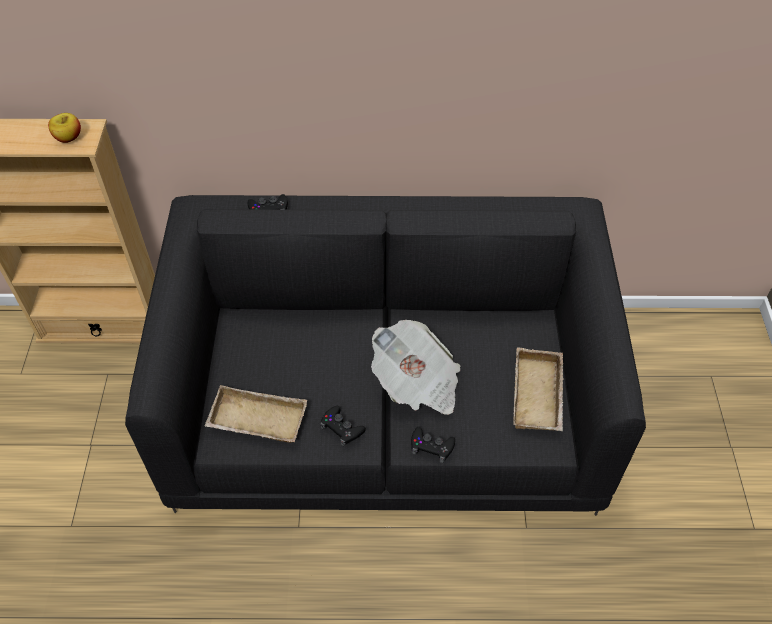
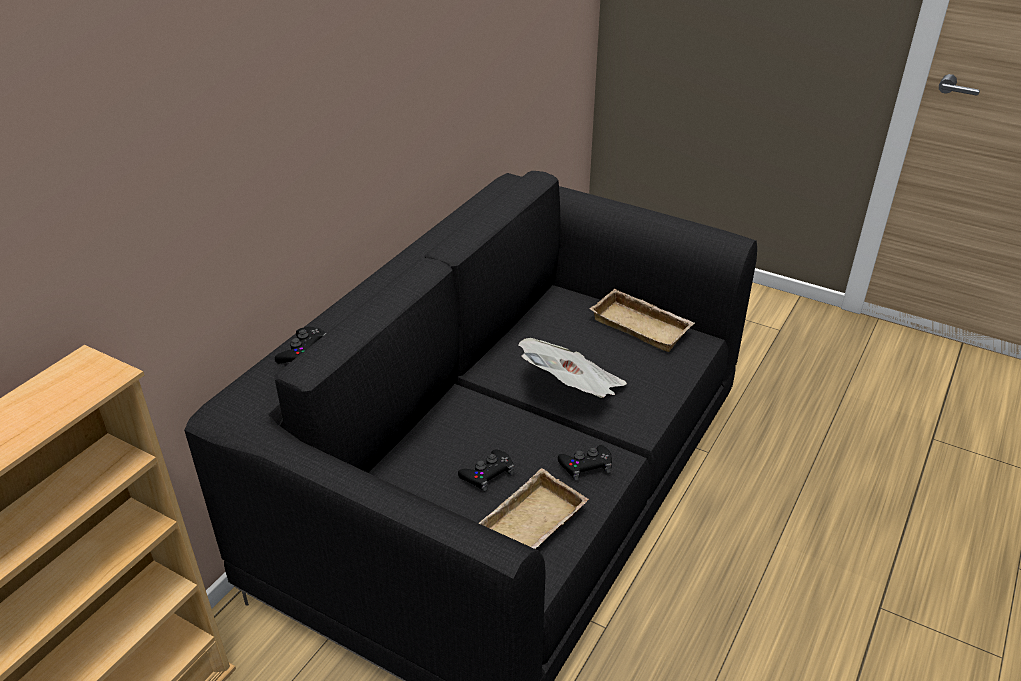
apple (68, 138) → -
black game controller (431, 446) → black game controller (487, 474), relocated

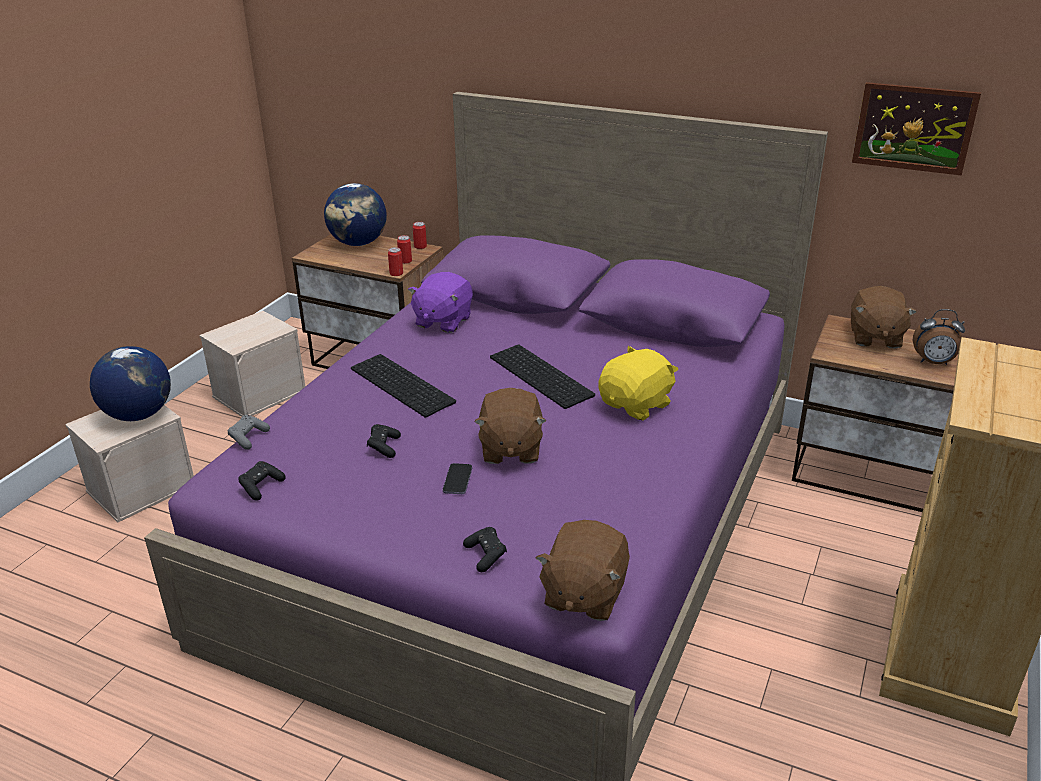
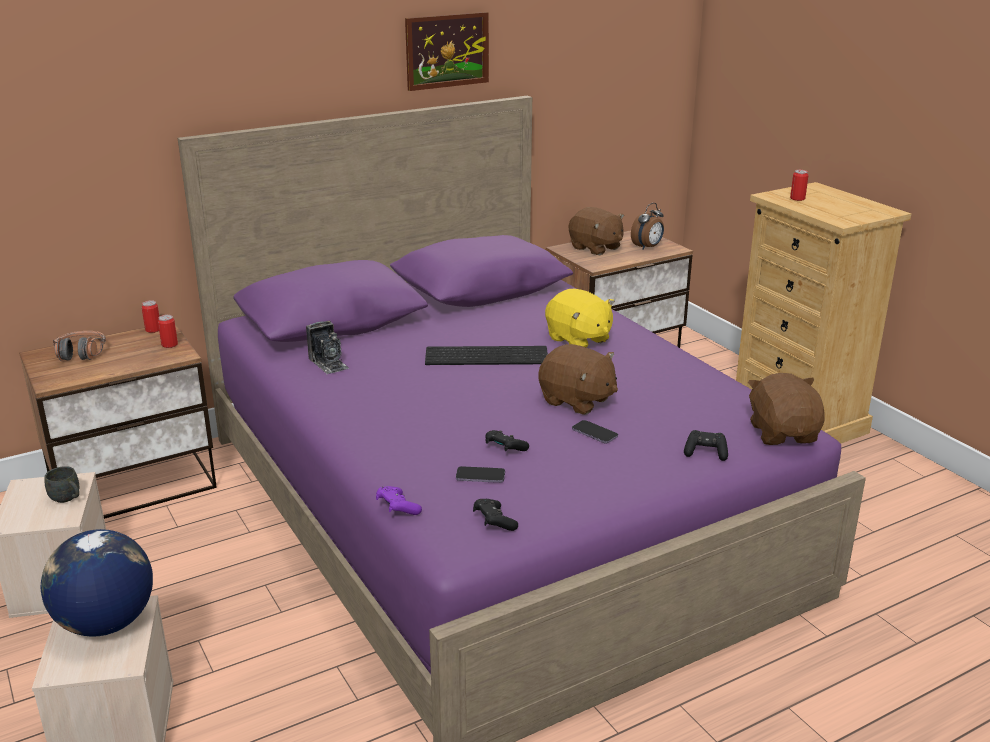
picture (914, 128) → picture (447, 50), relocated
globe (358, 243) → headphones (80, 353)
can (396, 273) → can (797, 198), relocated
purple plush toy (442, 321) → photo camera (328, 363)
yellow plush toy (636, 405) → yellow plush toy (578, 339), 150 degrees clockwise
keyboard (404, 385) → -
grey game controller (248, 438) → purple game controller (397, 509)
brown plush toy (583, 594) → brown plush toy (783, 433), 150 degrees counterclockwise
- → grey mug (67, 499)
- → phone (480, 476)

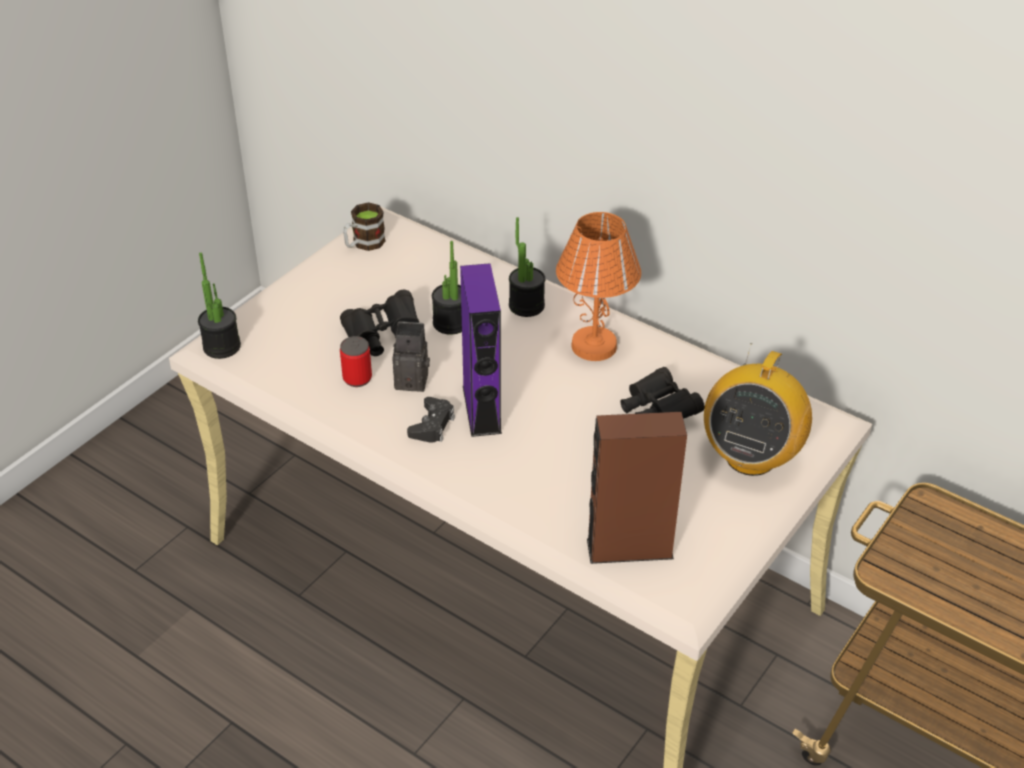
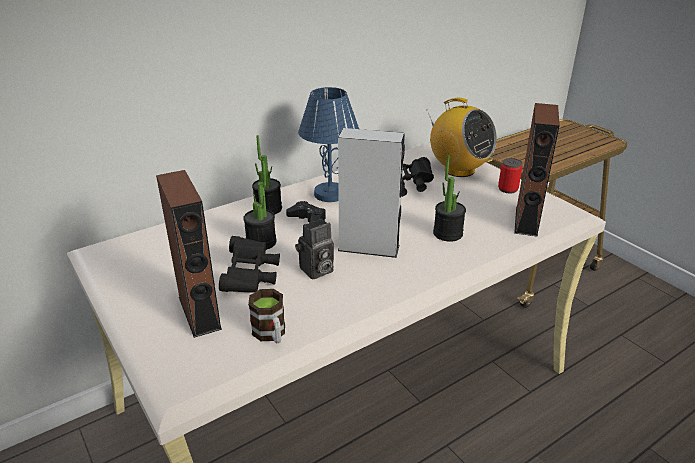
mug (363, 244) → mug (271, 334), relocated
orange table lamp (595, 346) → blue table lamp (330, 194)
potted plant (222, 347) → potted plant (447, 233), relocated
purple speaker (481, 409) → grey speaker (368, 247)
photo camera (414, 379) → photo camera (316, 271), 150 degrees counterclockwise
can (357, 378) → can (508, 189), relocated
black game controller (432, 425) → black game controller (307, 219), relocated
- → brown speaker (199, 312)

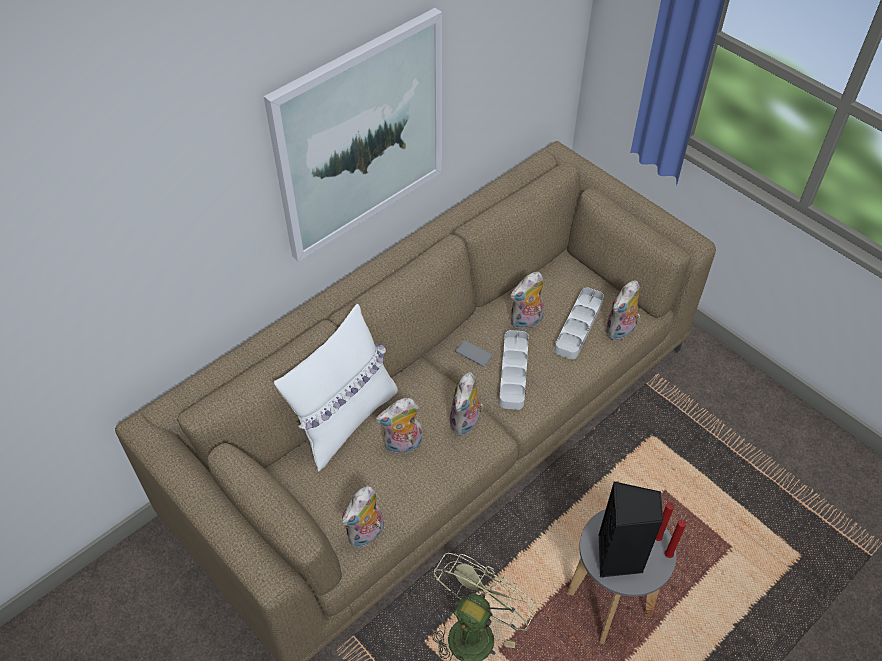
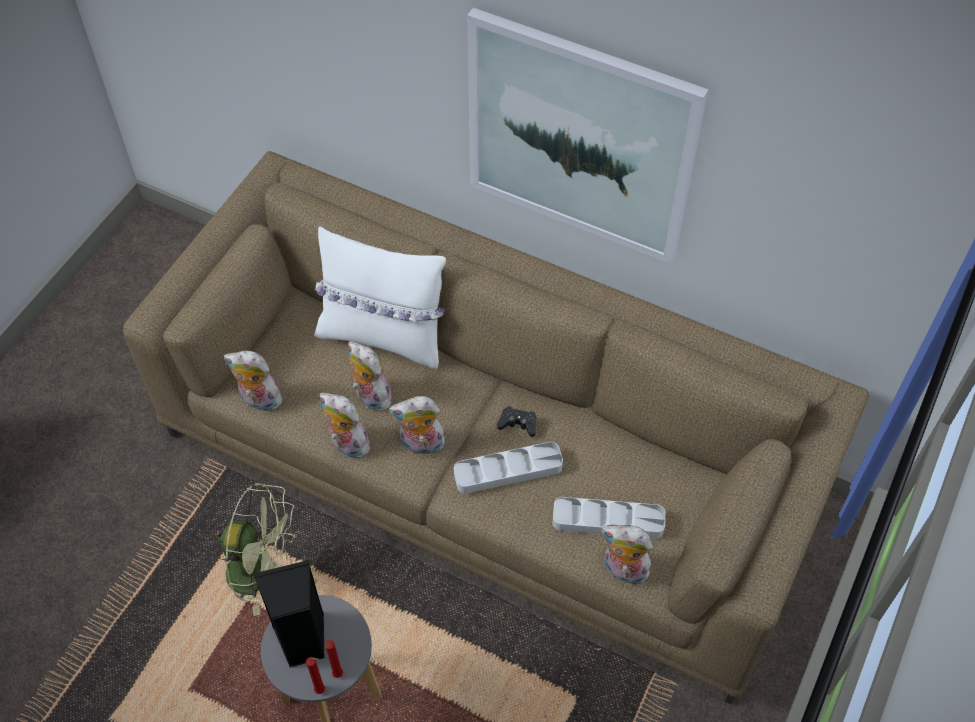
plush toy (526, 322) → plush toy (346, 444), relocated
phone (473, 354) → black game controller (518, 424)

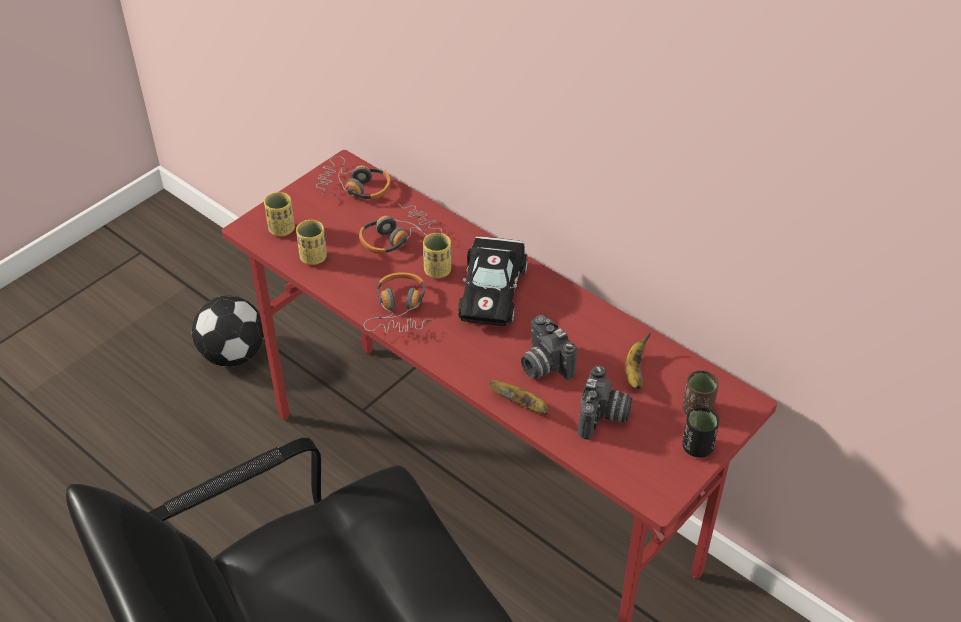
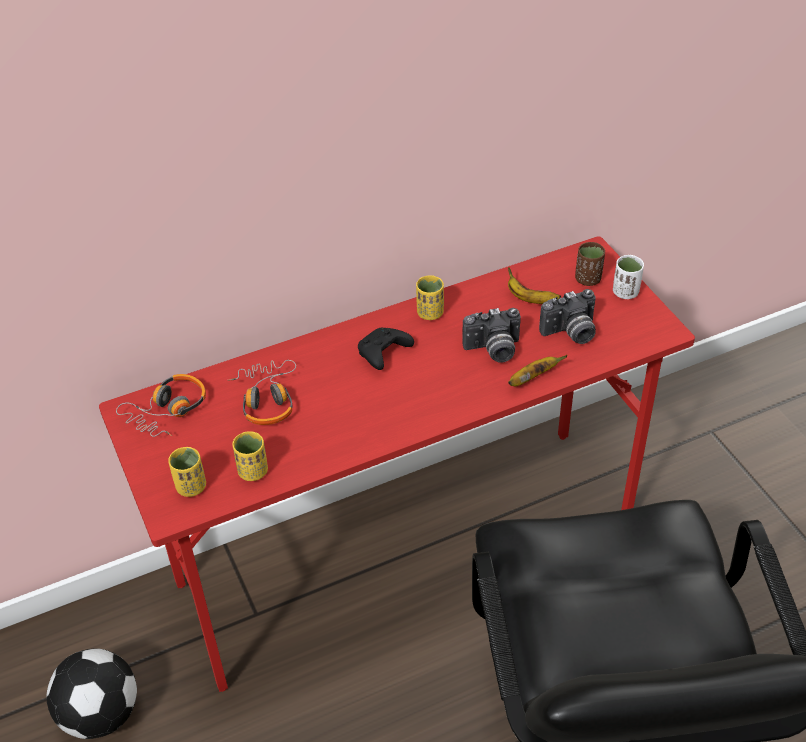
yellow cup (437, 271) → yellow cup (430, 313), relocated
black toy car (492, 290) → black game controller (383, 354)
headphones (400, 310) → -
photo camera (604, 417) → photo camera (571, 333), 120 degrees clockwise
black cup (697, 447) → white cup (625, 292)

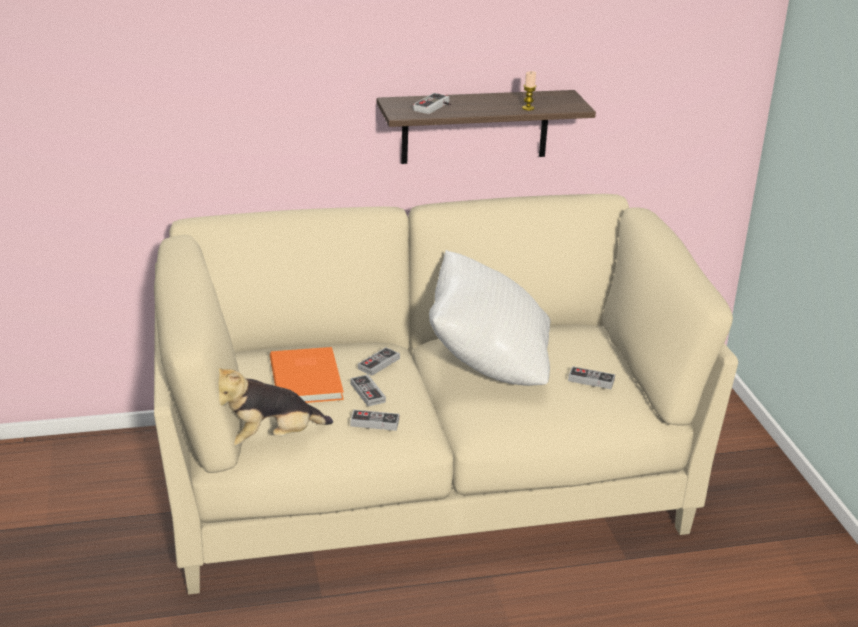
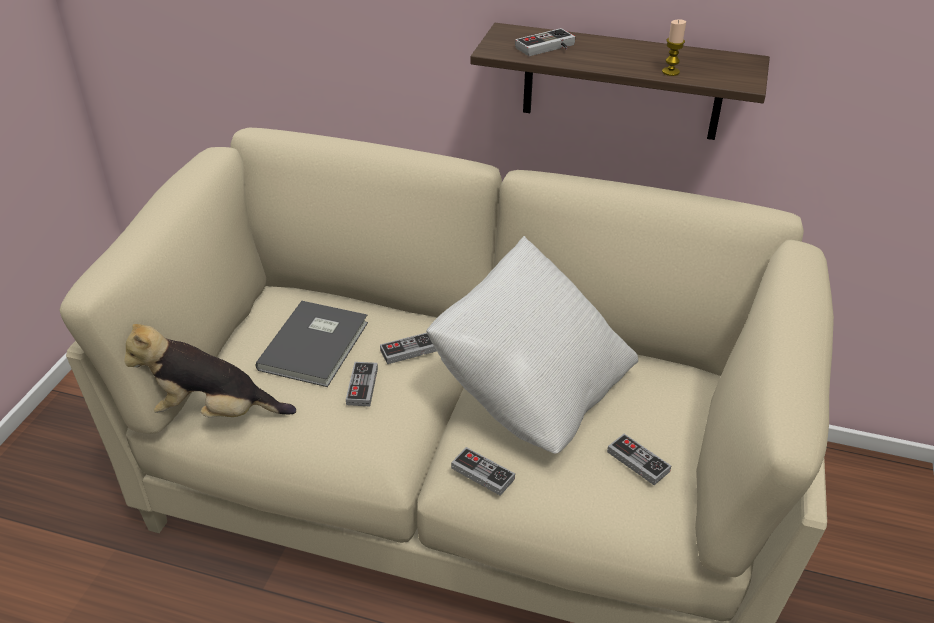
orange book (308, 378) → grey book (317, 345)
game controller (374, 422) → game controller (482, 473), relocated

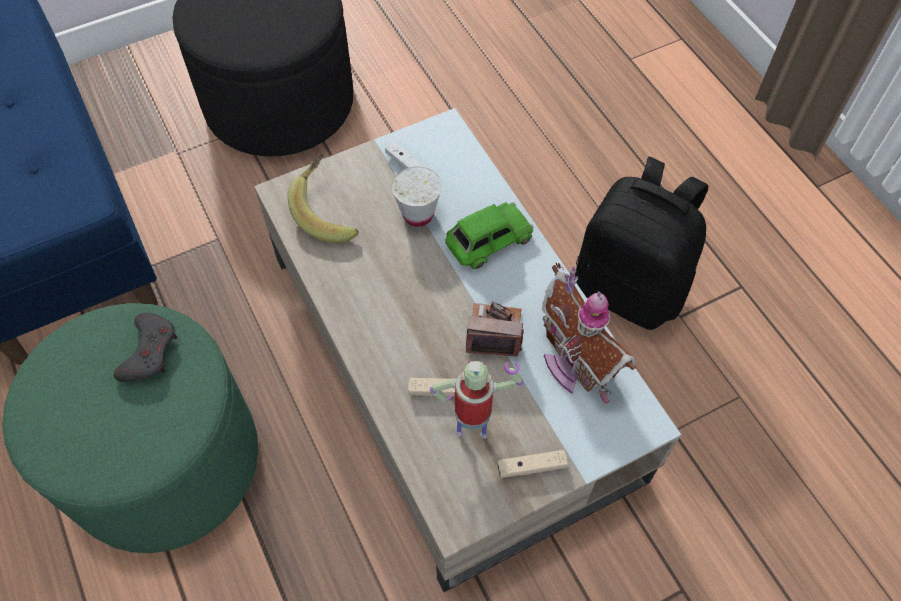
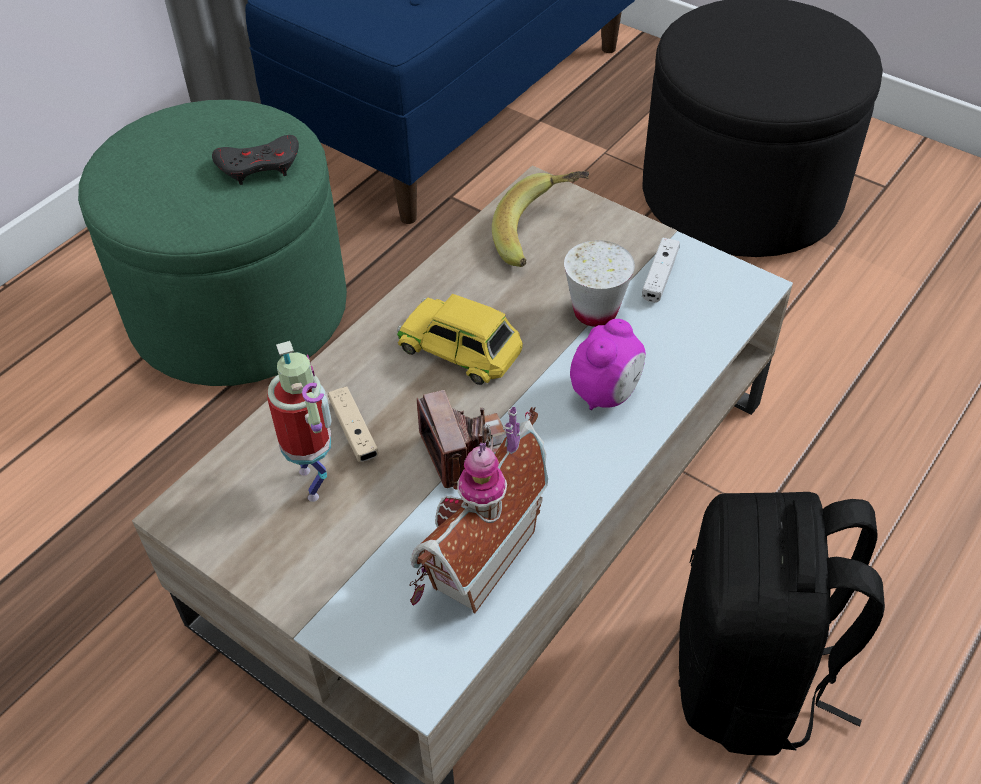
green toy car (488, 240) → alarm clock (606, 393)
beige game controller (531, 467) → -
- → yellow toy car (461, 347)

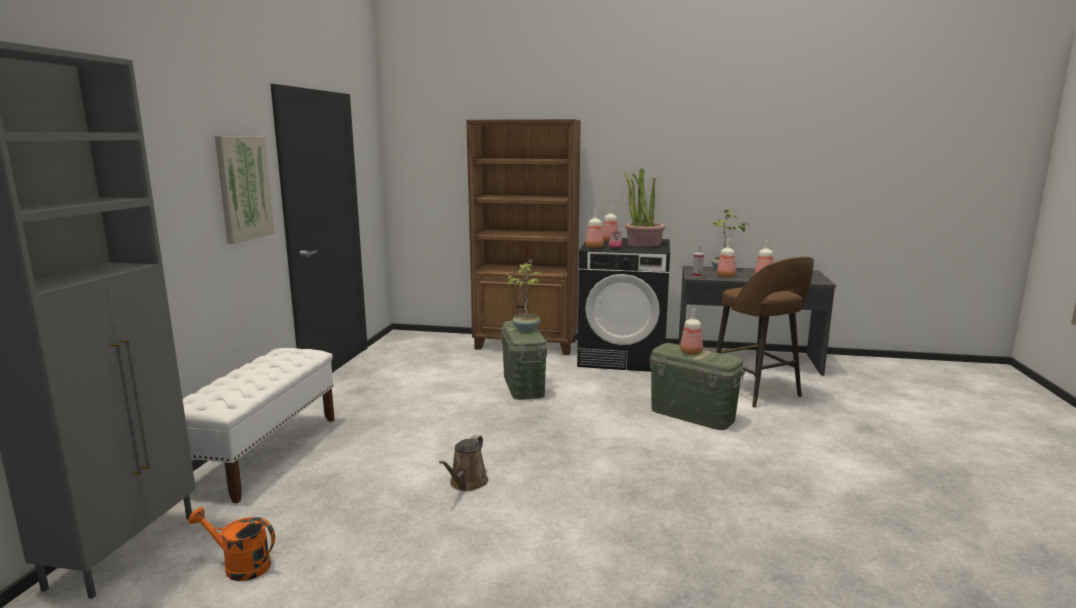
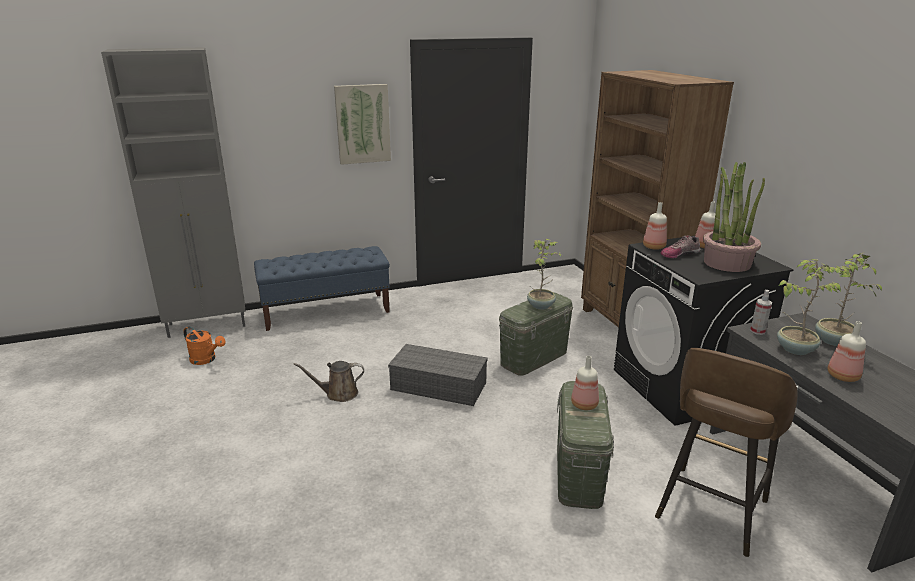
bottle (726, 276) → potted plant (794, 349)
white bench (263, 453) → blue bench (326, 311)
orange watering can (240, 566) → orange watering can (206, 360), 135 degrees clockwise
- → grey storage box (440, 386)

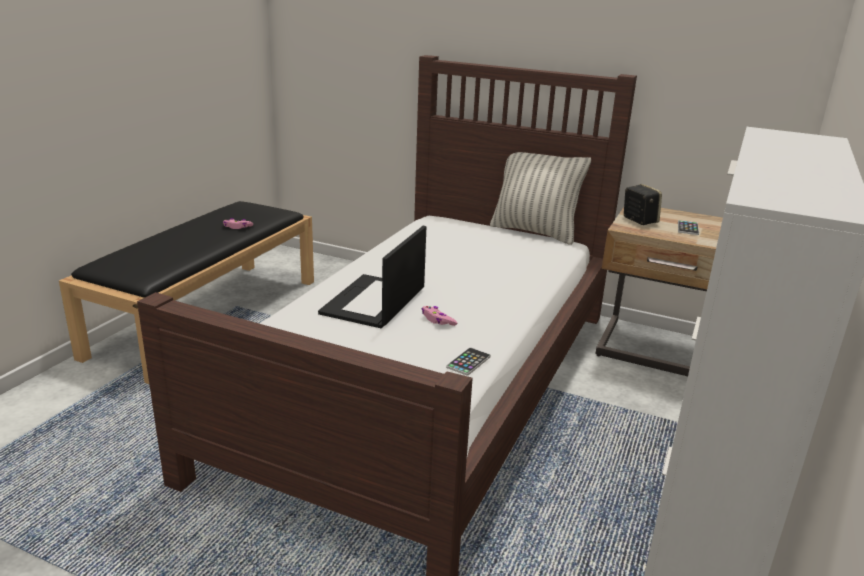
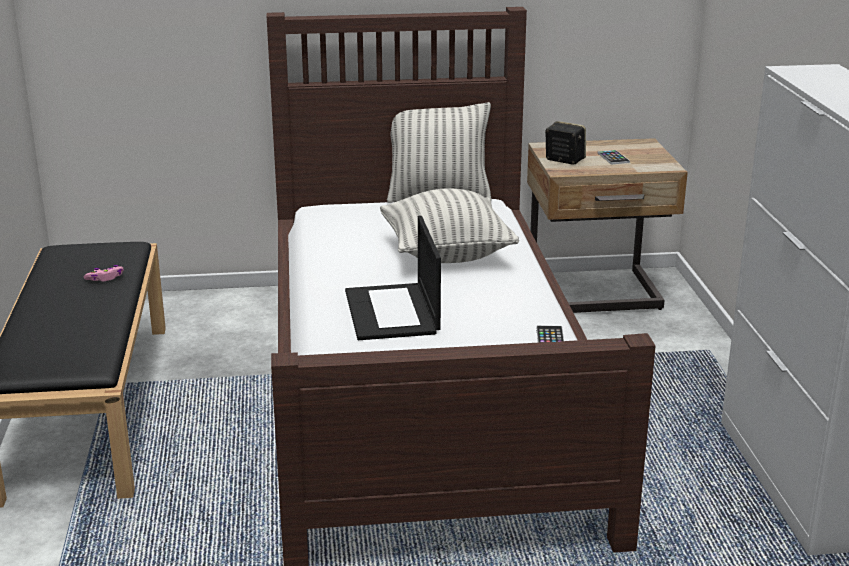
pink game controller (437, 320) → -
- → pillow (446, 254)

